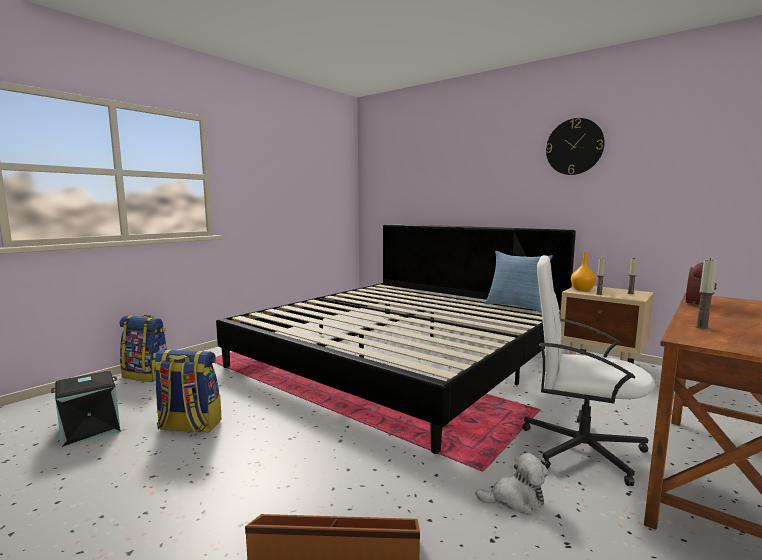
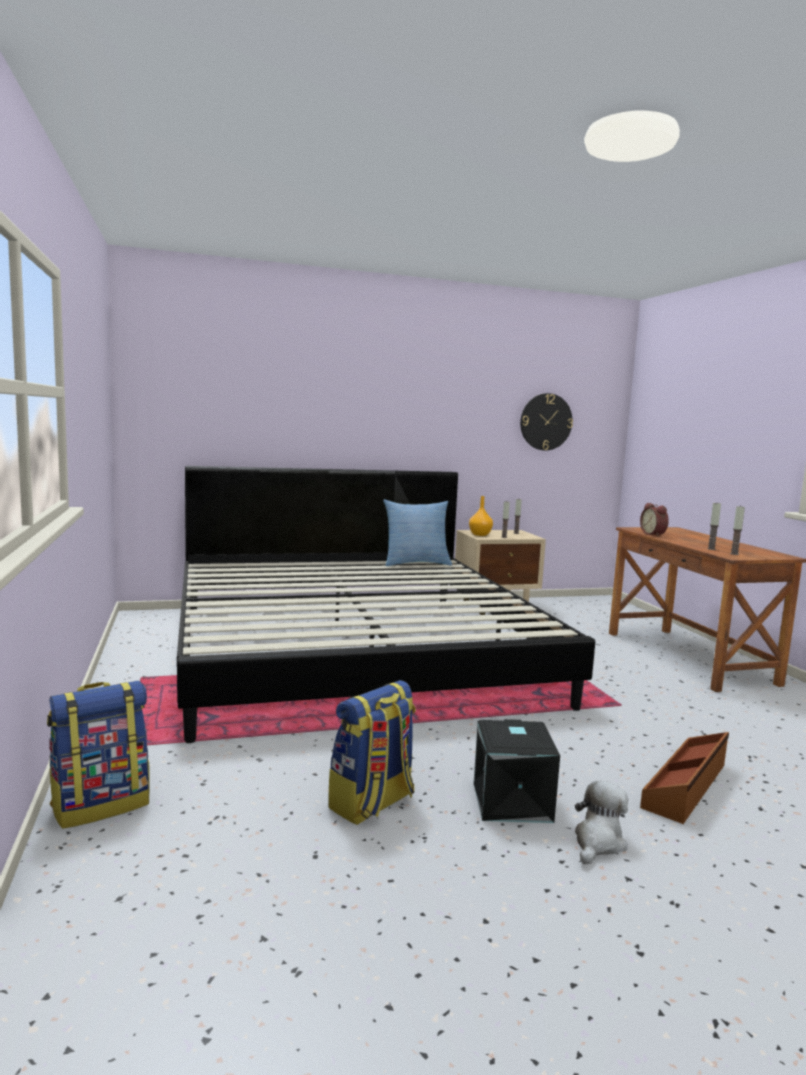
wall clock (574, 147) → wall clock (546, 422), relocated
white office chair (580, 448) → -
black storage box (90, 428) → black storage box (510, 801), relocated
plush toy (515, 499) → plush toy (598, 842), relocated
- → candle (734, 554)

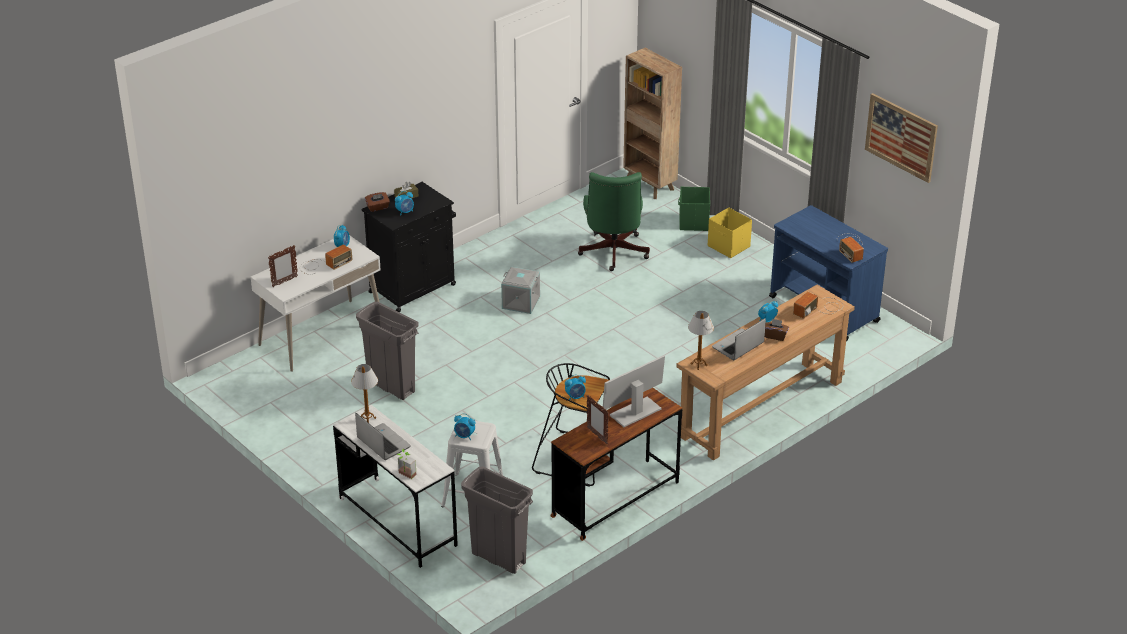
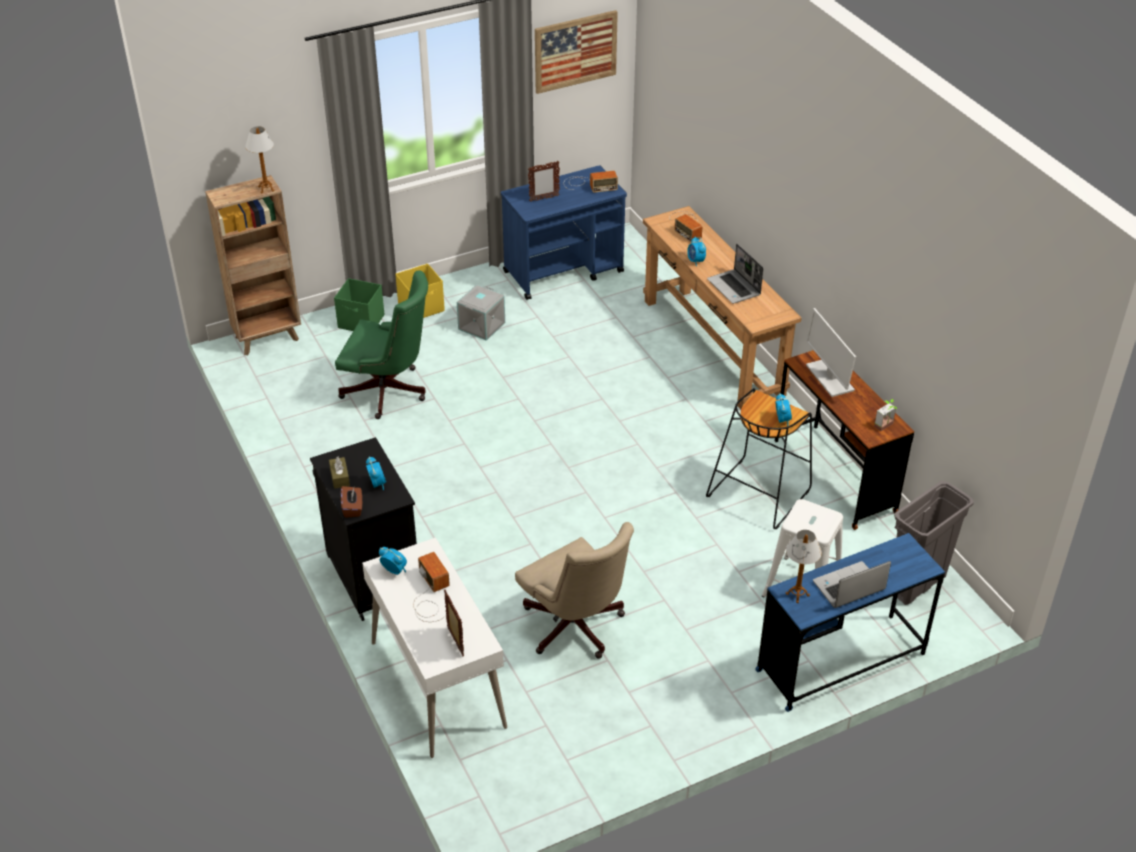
grey storage box (520, 303) → grey storage box (482, 326), relocated
grey trash can (391, 387) → beige office chair (576, 629)
table lamp (698, 364) → table lamp (266, 189), relocated
brown tissue box (775, 336) → -
picture frame (597, 436) → picture frame (544, 198), relocated
white desk (397, 522) → blue desk (841, 662)
alarm clock (464, 436) → -
potted plant (405, 475) → potted plant (886, 427), relocated

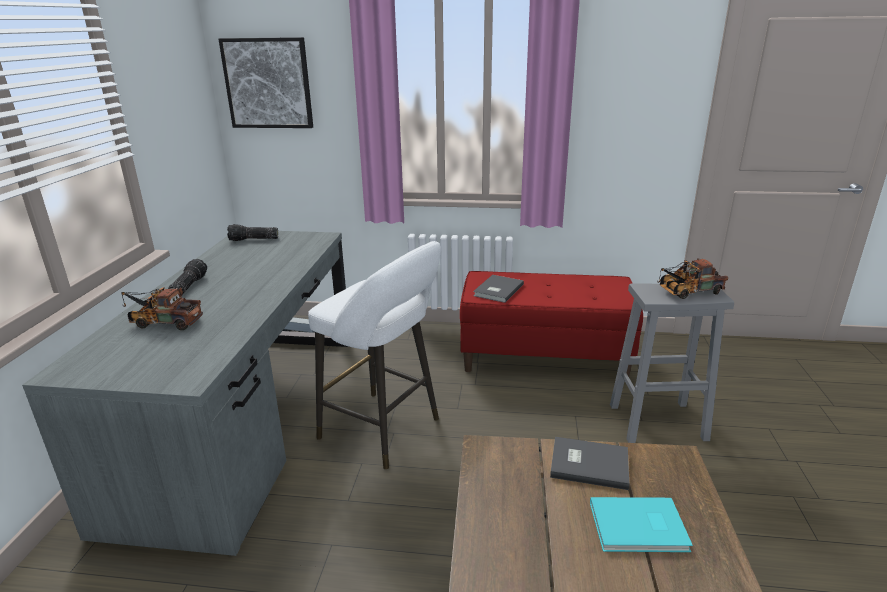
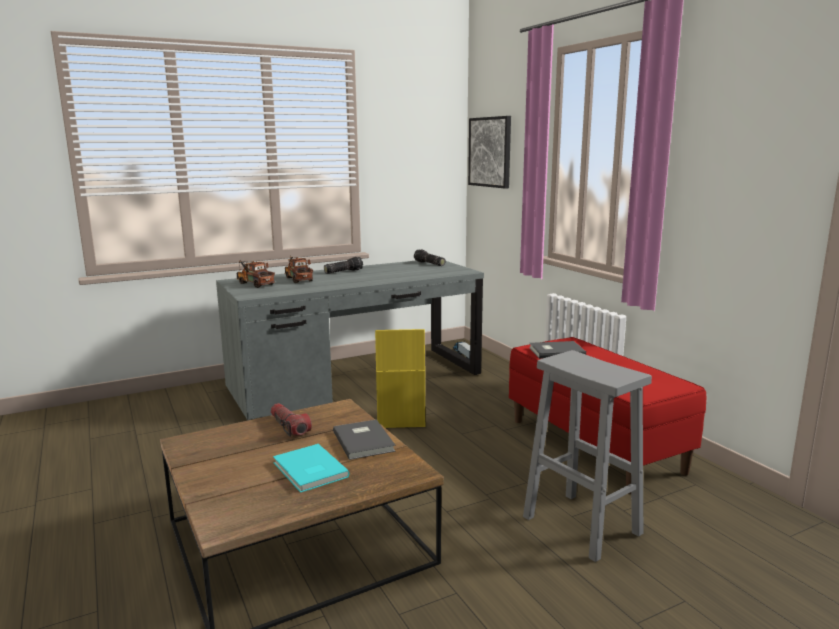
white stool (385, 431) → yellow storage box (400, 419)
toy truck (687, 292) → toy truck (254, 283), relocated
- → flashlight (289, 427)

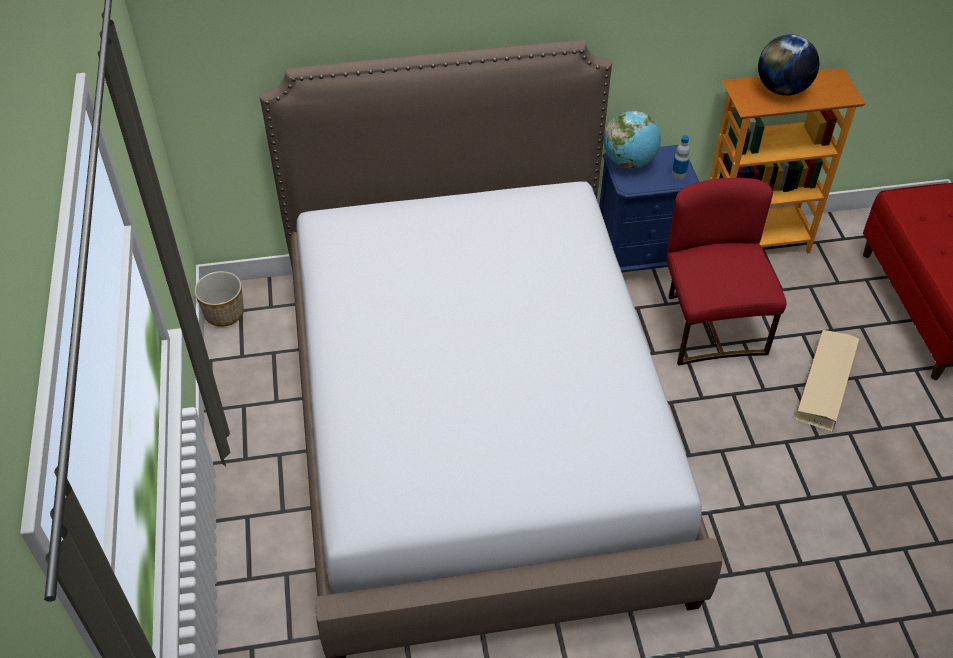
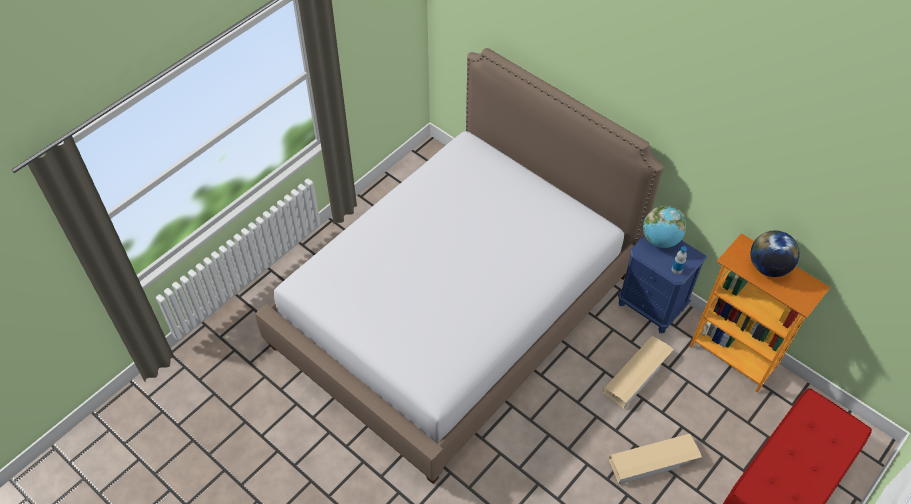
red chair (710, 325) → beige storage box (637, 374)
planter (224, 312) → -

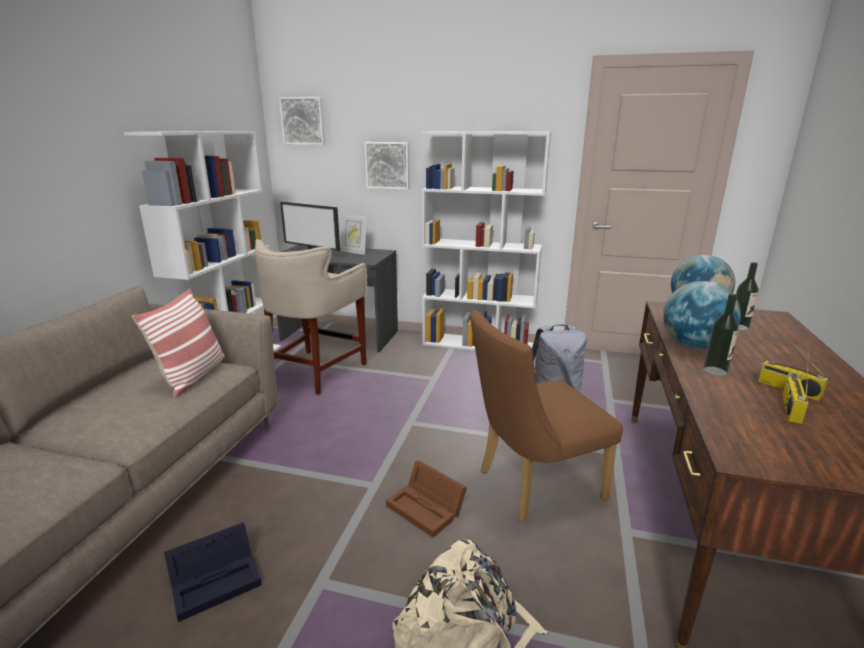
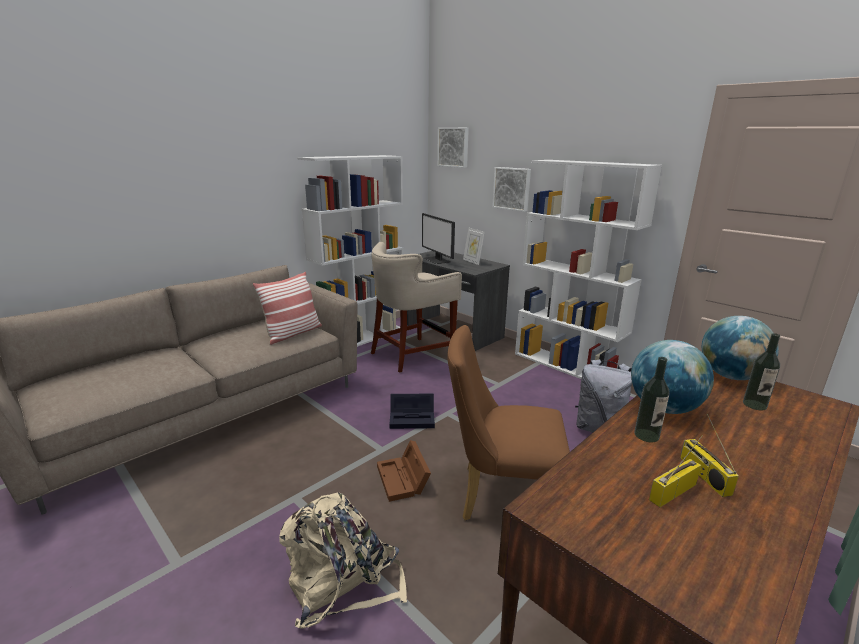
black storage box (218, 579) → black storage box (413, 418), relocated

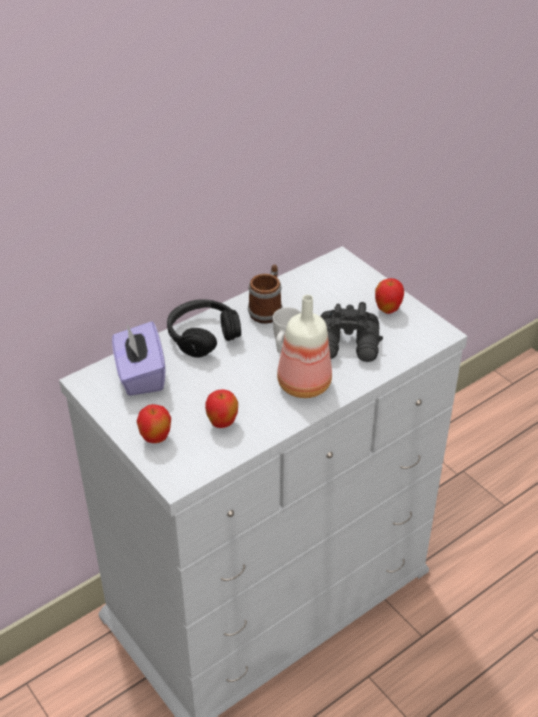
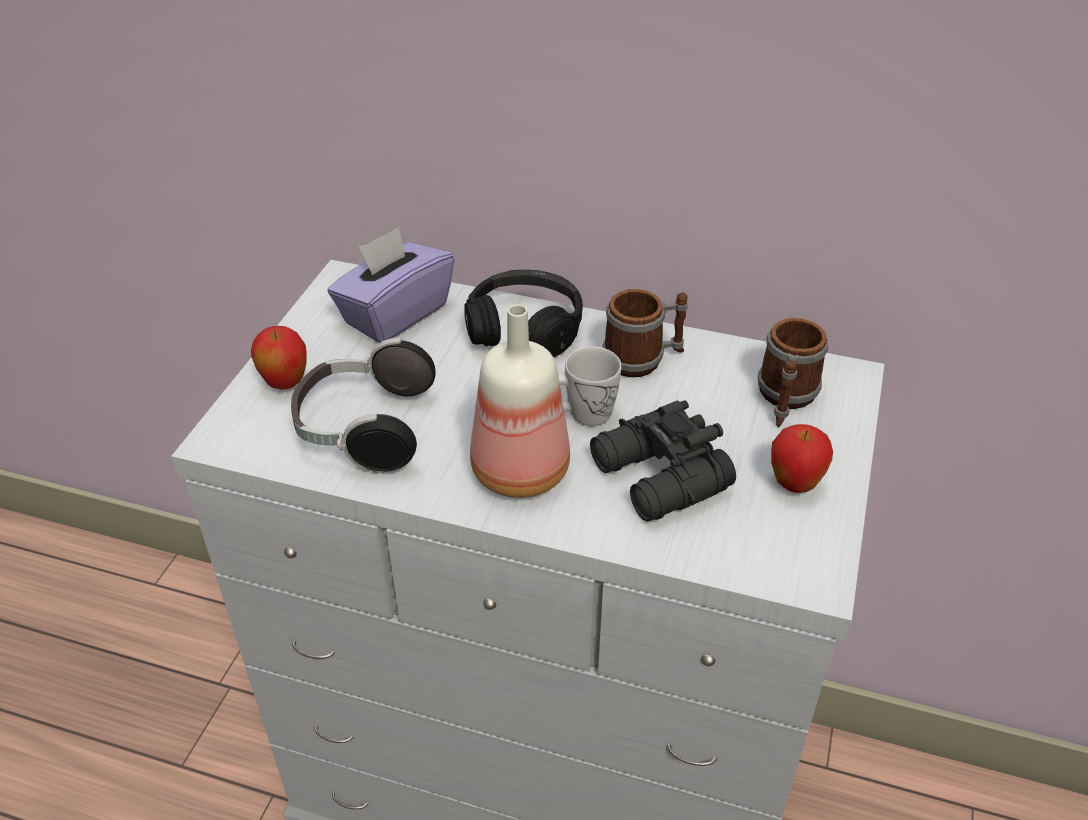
apple (222, 423) → headphones (364, 429)
- → mug (785, 399)

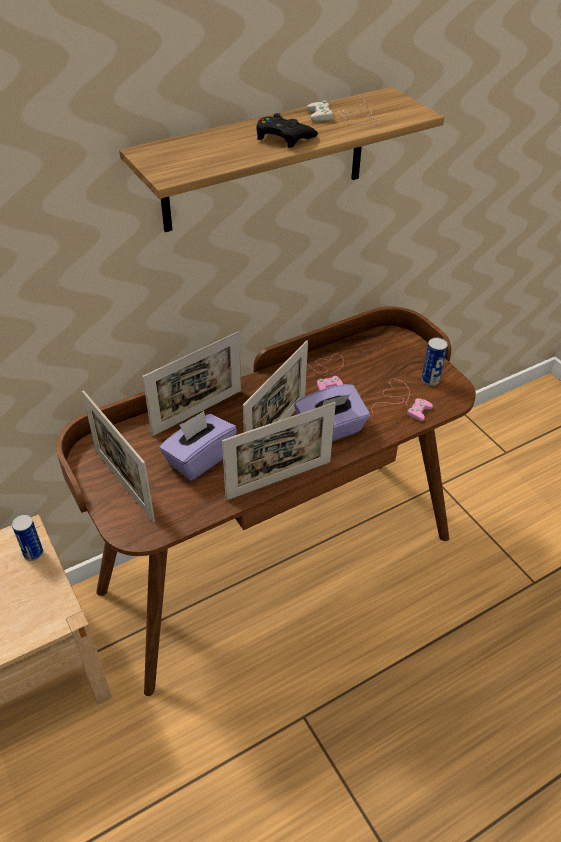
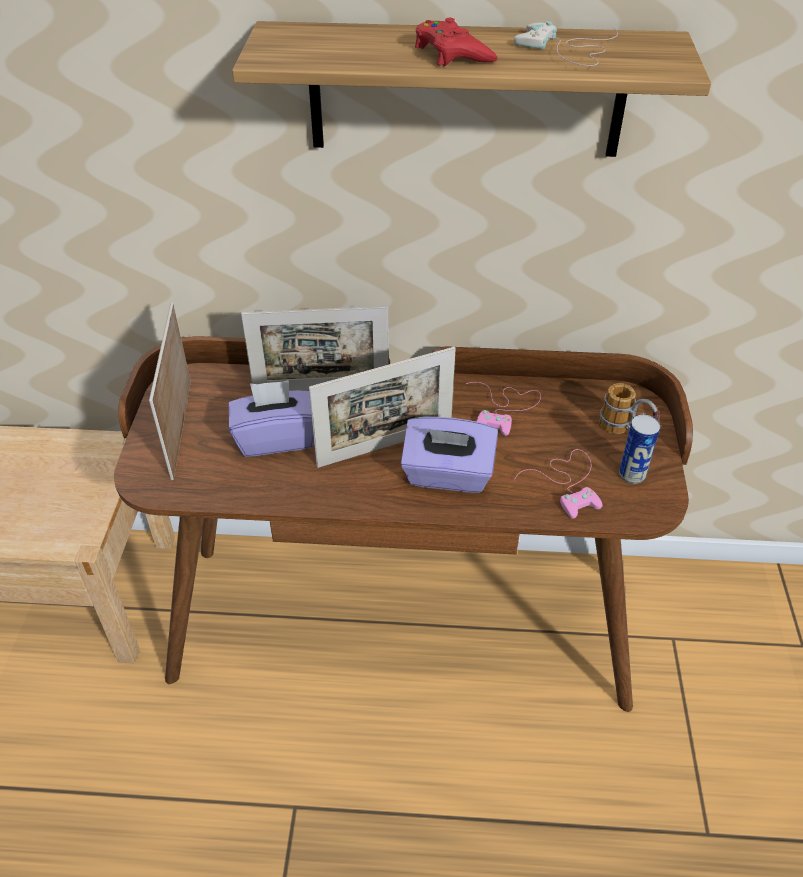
black game controller (283, 137) → red game controller (452, 53)
picture frame (279, 480) → -
can (33, 553) → -
- → mug (625, 431)

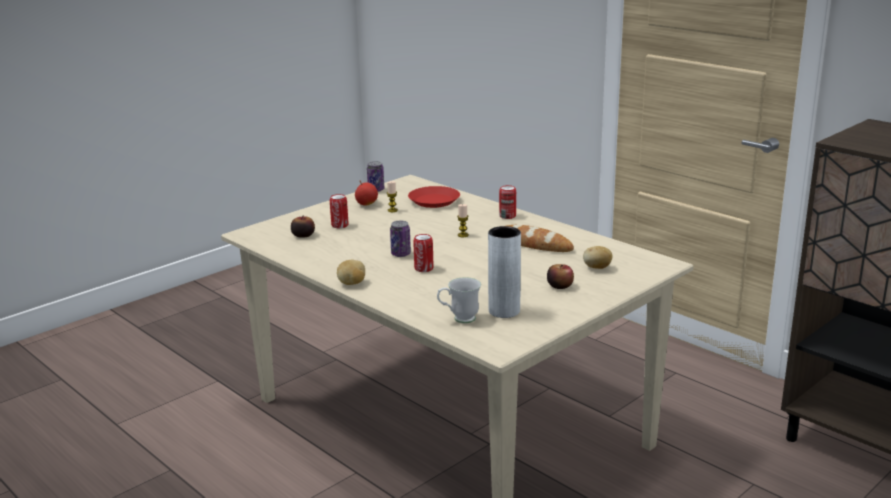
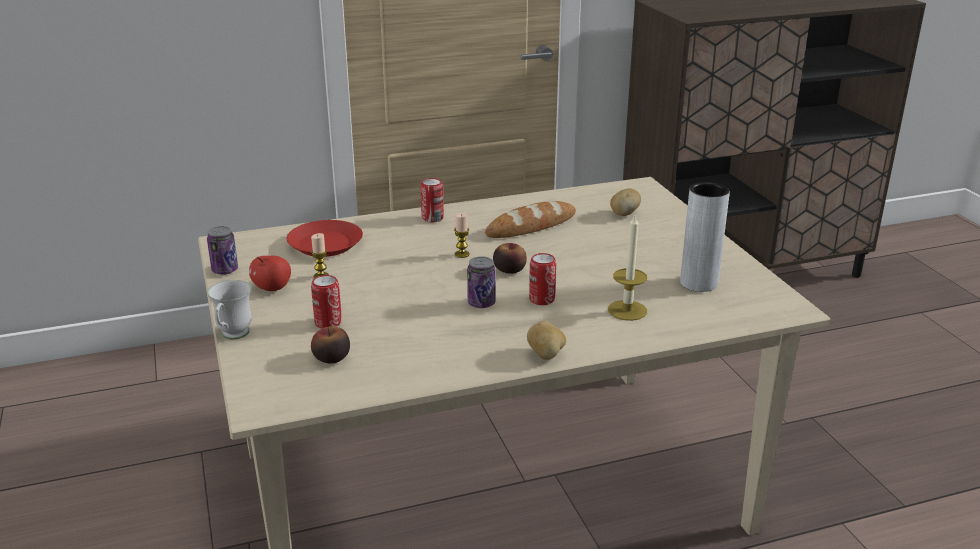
apple (560, 286) → apple (509, 269), relocated
white mug (459, 319) → white mug (232, 336), relocated
- → candle (627, 310)

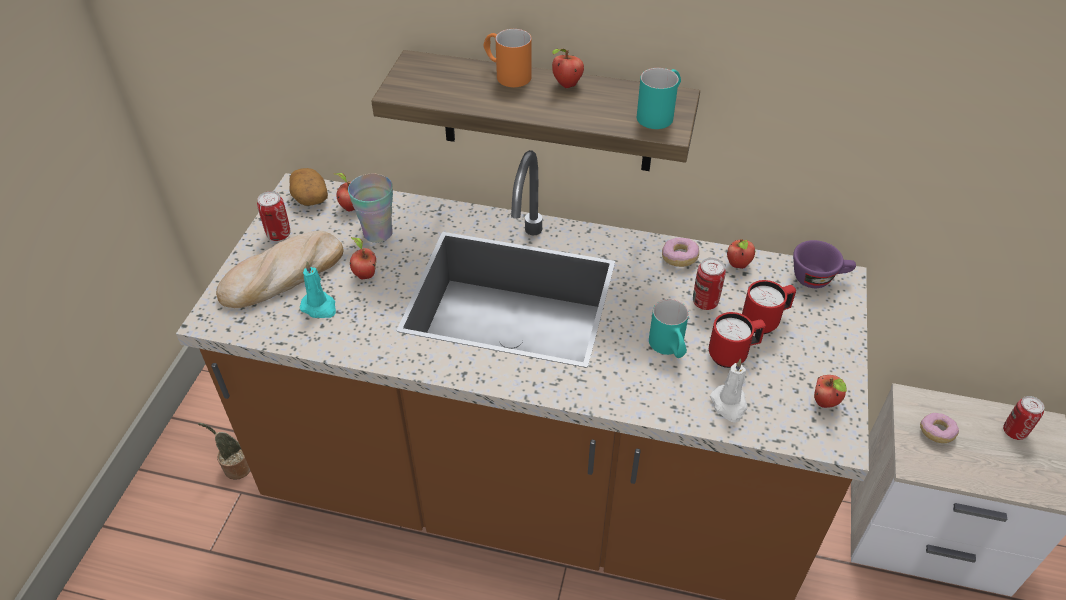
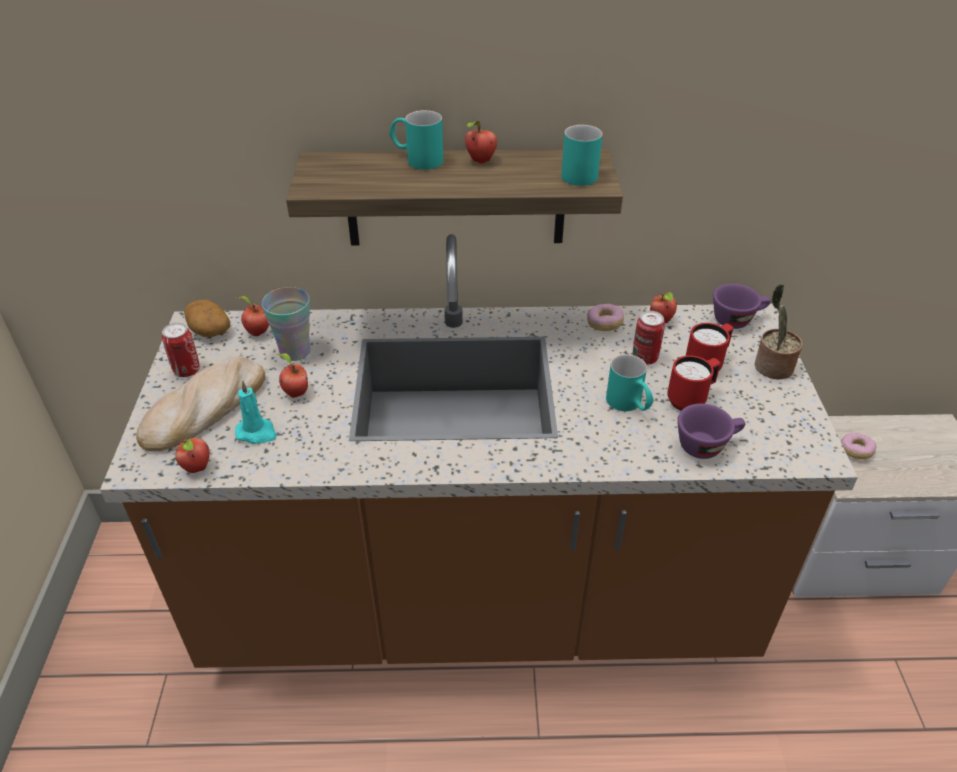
orange mug (506, 74) → turquoise mug (416, 159)
white candle (729, 405) → purple cup (707, 444)
apple (826, 403) → apple (198, 468), relocated
can (1014, 431) → -
potted plant (235, 467) → potted plant (771, 367), relocated

